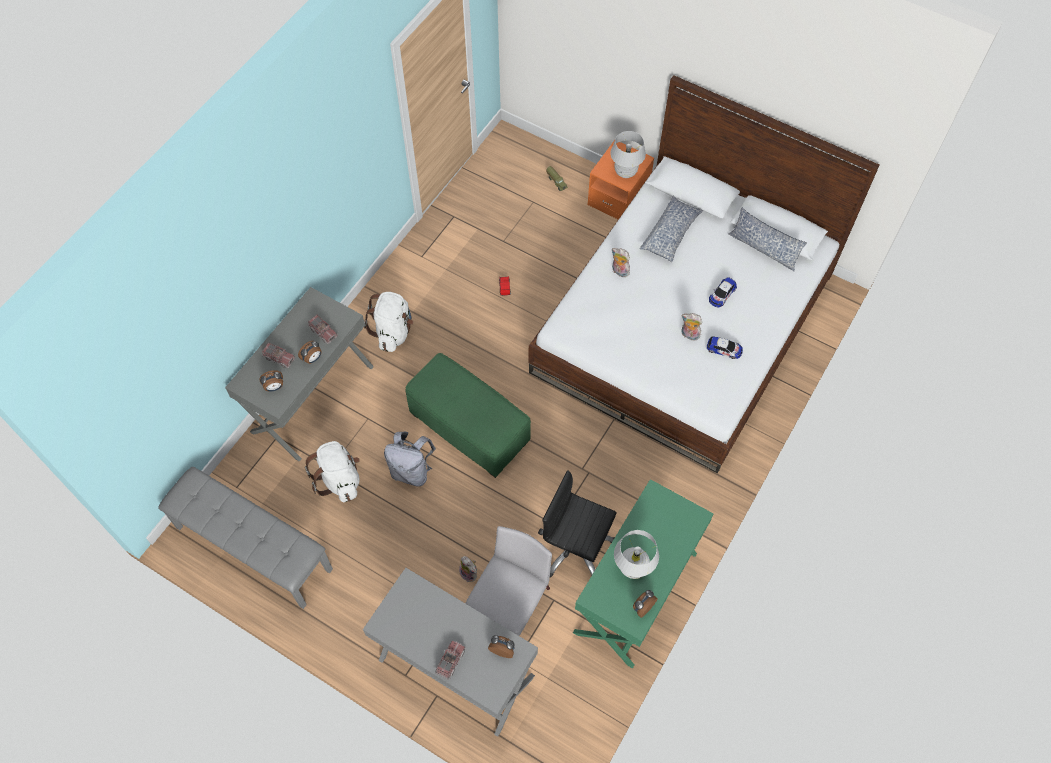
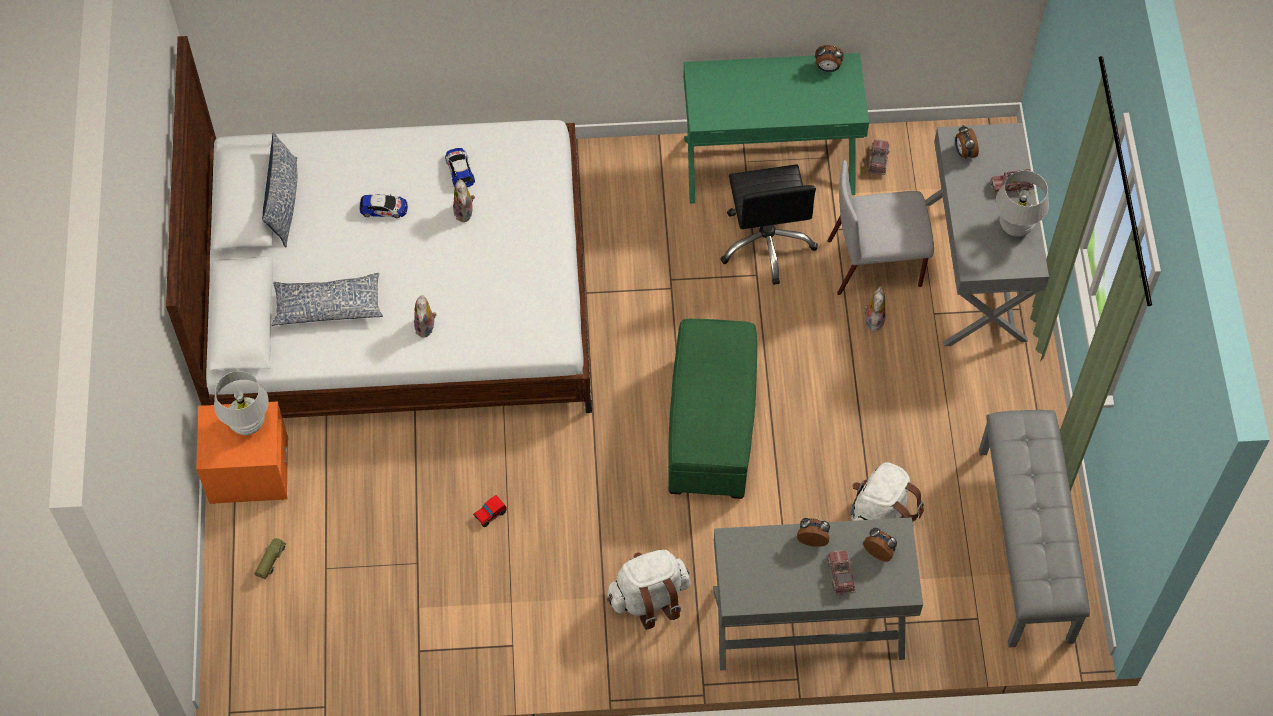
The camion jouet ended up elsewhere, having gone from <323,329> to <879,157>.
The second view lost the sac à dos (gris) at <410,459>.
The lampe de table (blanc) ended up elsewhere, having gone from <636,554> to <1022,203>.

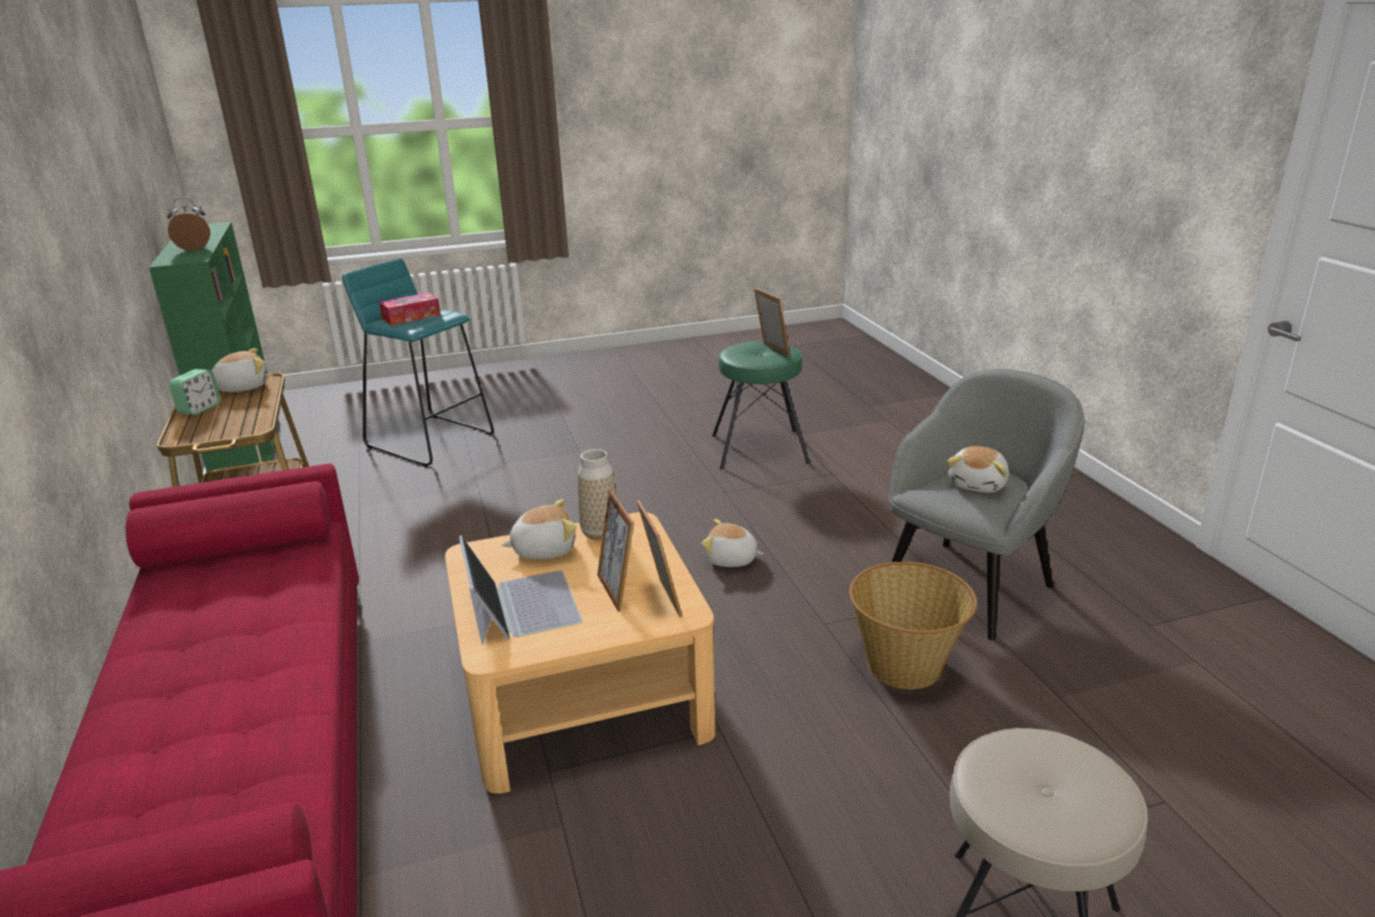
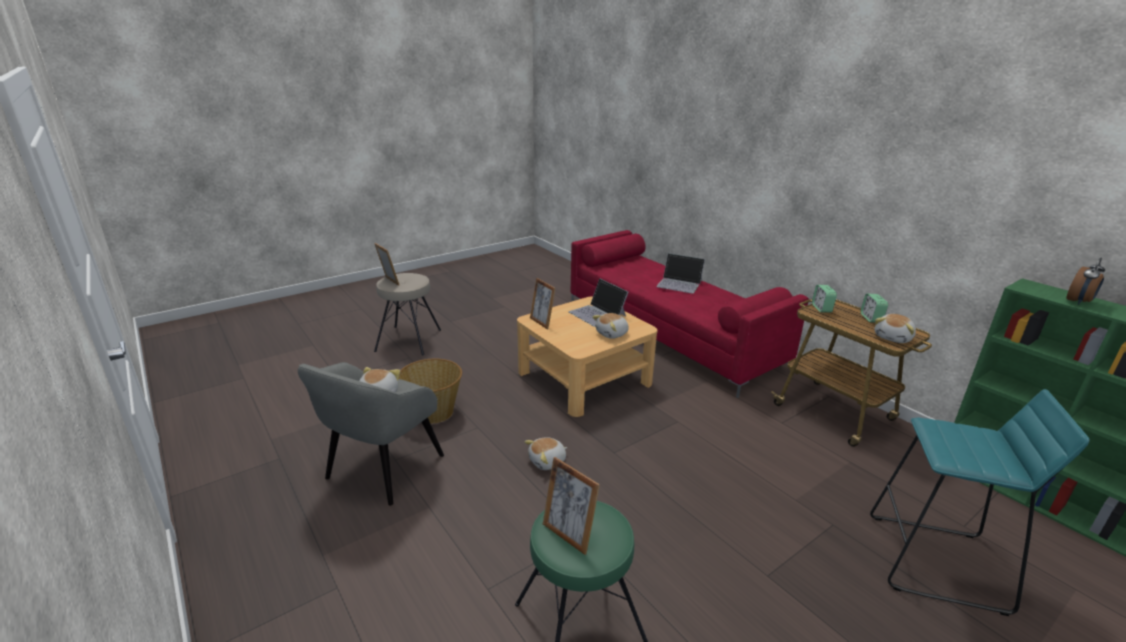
The second view lost the boîte à mouchoirs at <410,309>.
The second view lost the vase at <597,494>.
The cadre photo ended up elsewhere, having gone from <615,551> to <386,264>.
The peluche at <732,543> ended up facing another way, 150 degrees clockwise from before.
The second view gained the ordinateur portable at <680,273>.
The second view gained the réveil at <824,299>.

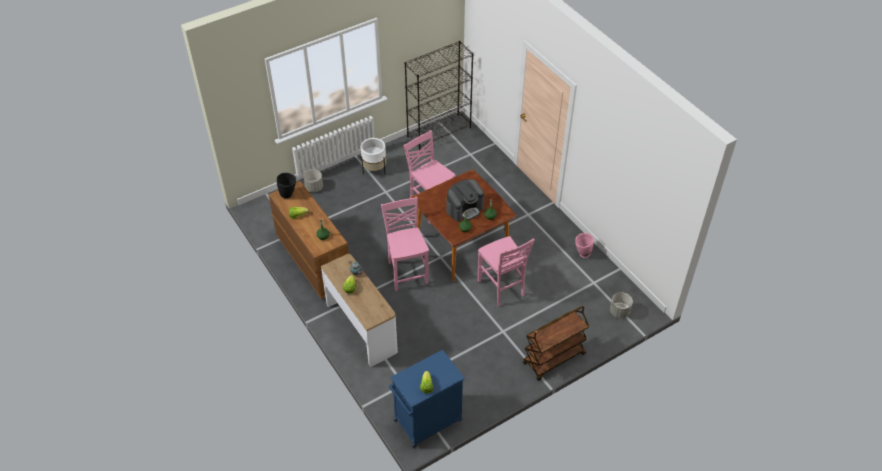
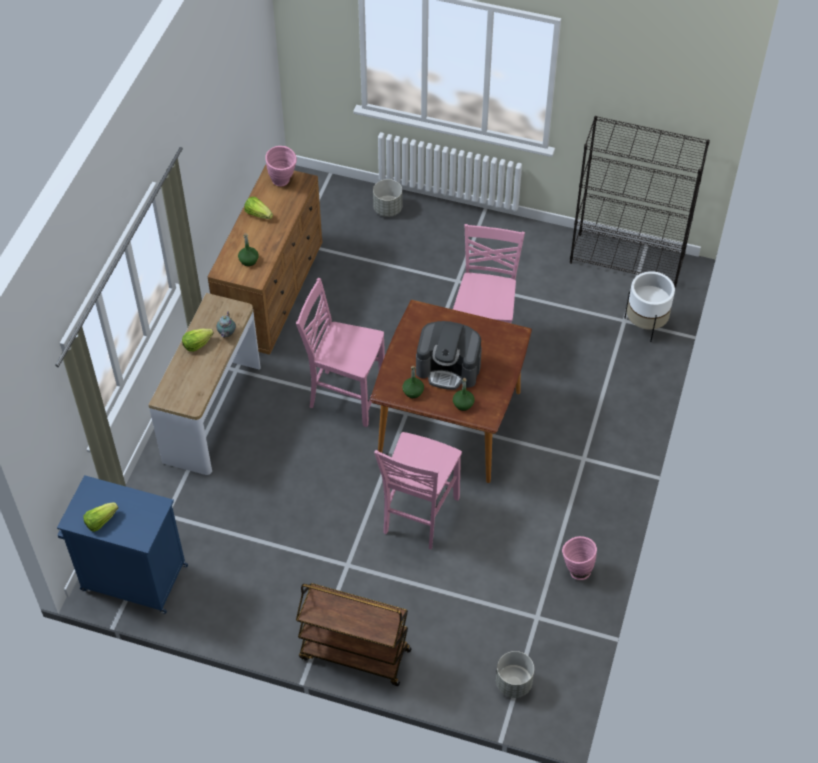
The cache-pot (blanc) ended up elsewhere, having gone from <373,156> to <649,306>.
What was the vase (noir) at <286,186> turned into the vase (rose) at <281,166>.
The chaise (rose) at <405,244> ended up facing another way, 105 degrees counterclockwise from before.

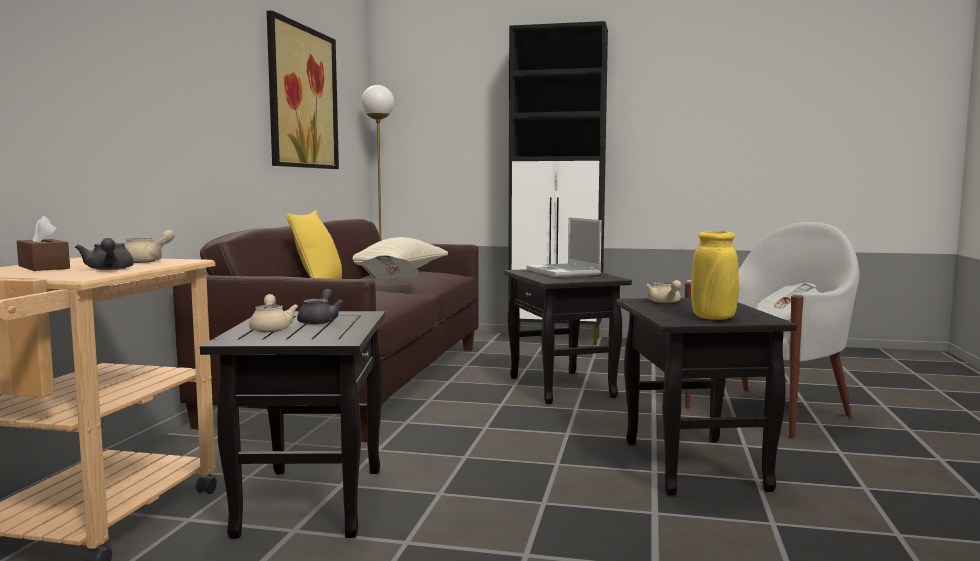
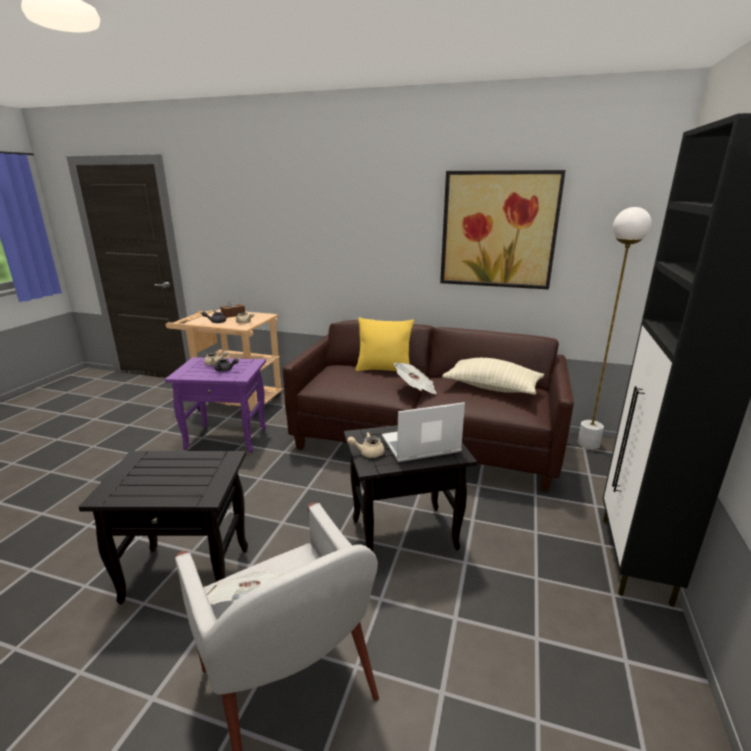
The second view lost the vase (jaune) at <715,275>.
The théière (beige) ended up elsewhere, having gone from <663,291> to <365,445>.
What was the table d'appoint (noir) at <293,425> turned into the table d'appoint (violet) at <215,405>.

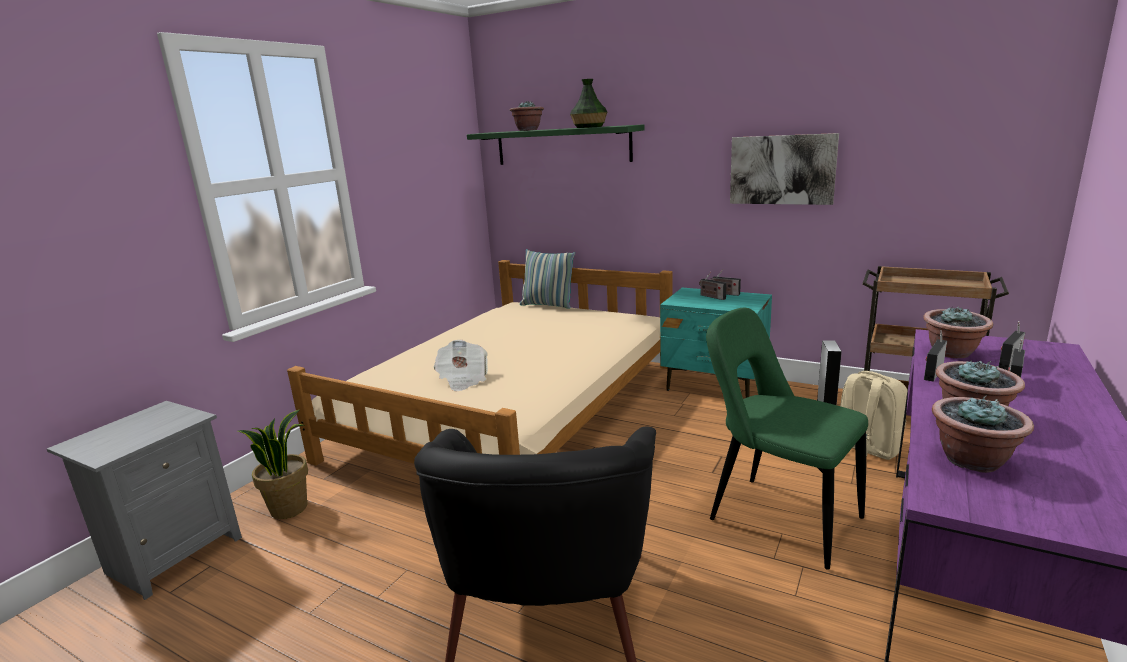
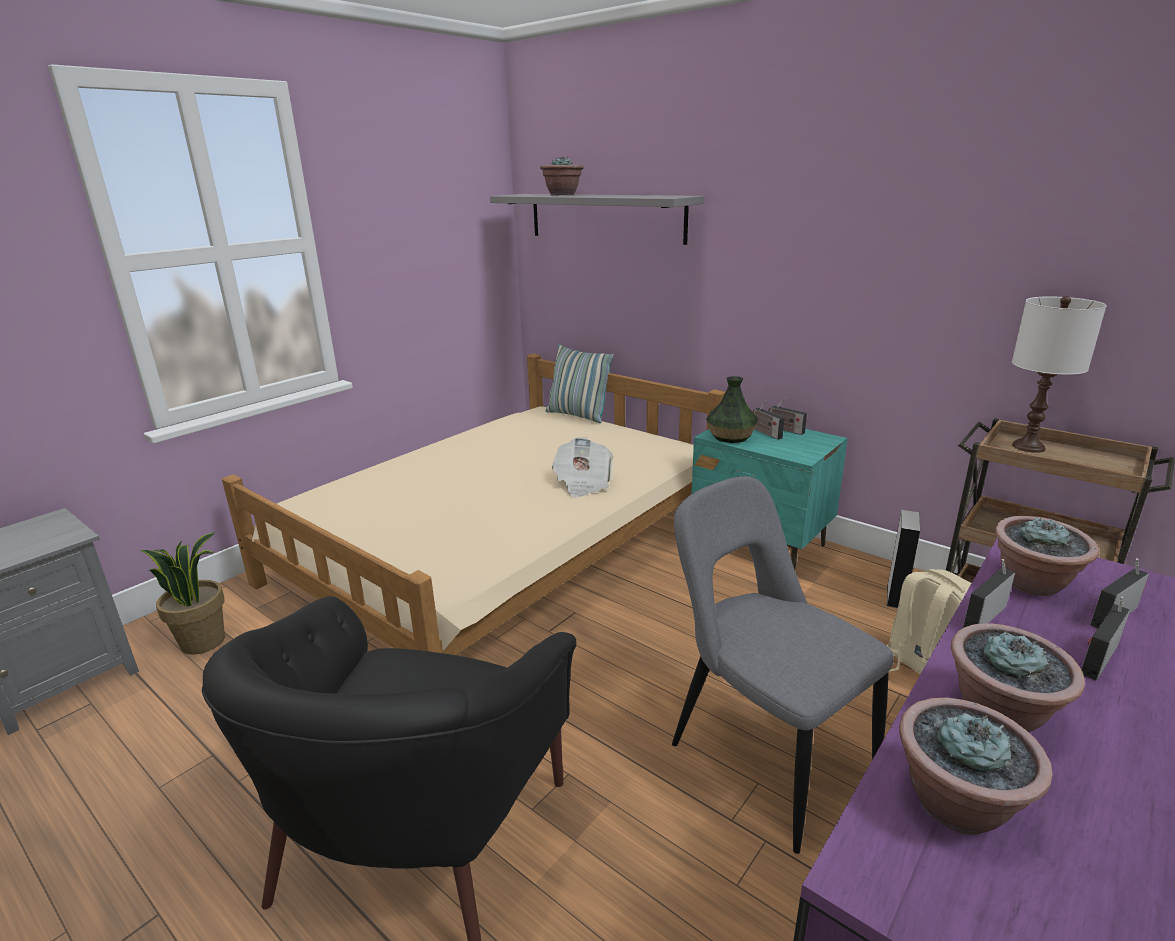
The vase ended up elsewhere, having gone from <589,103> to <732,409>.
What was the étagère (vert) at <555,144> turned into the étagère (gris) at <597,219>.
The second view lost the tableau at <784,169>.
What was the chaise (vert) at <787,439> turned into the chaise (gris) at <783,665>.
The journal ended up elsewhere, having gone from <461,365> to <582,467>.
The second view gained the lampe de table (blanc) at <1059,374>.

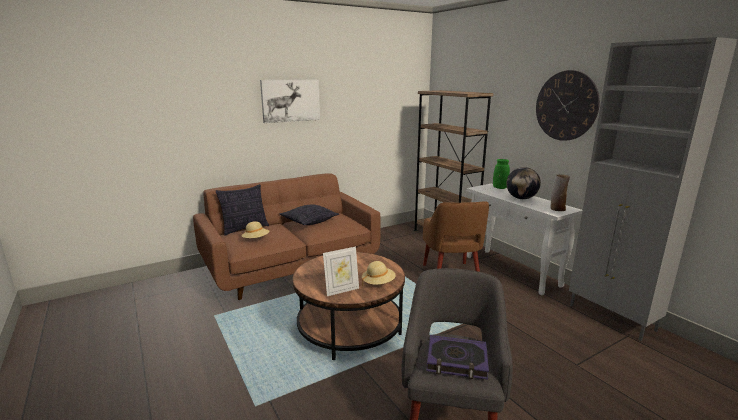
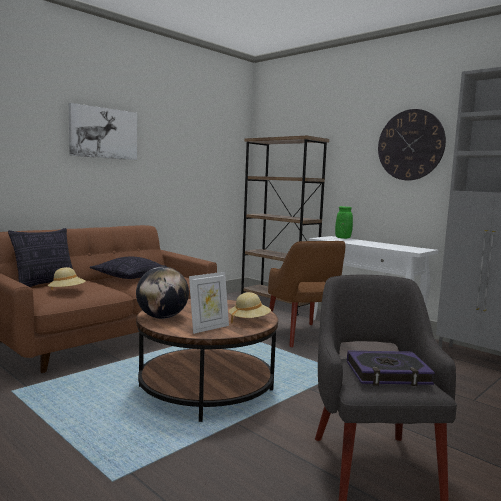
The globe ended up elsewhere, having gone from <523,183> to <162,293>.
The second view lost the vase at <560,192>.

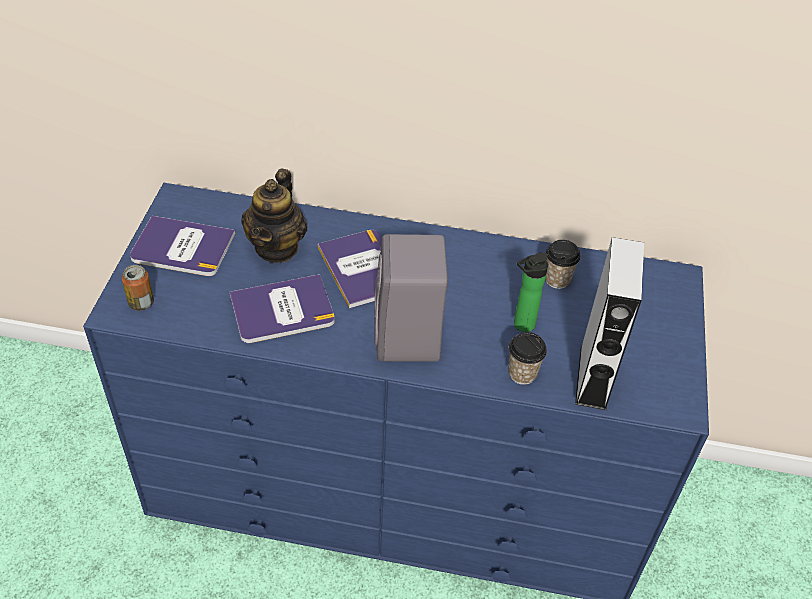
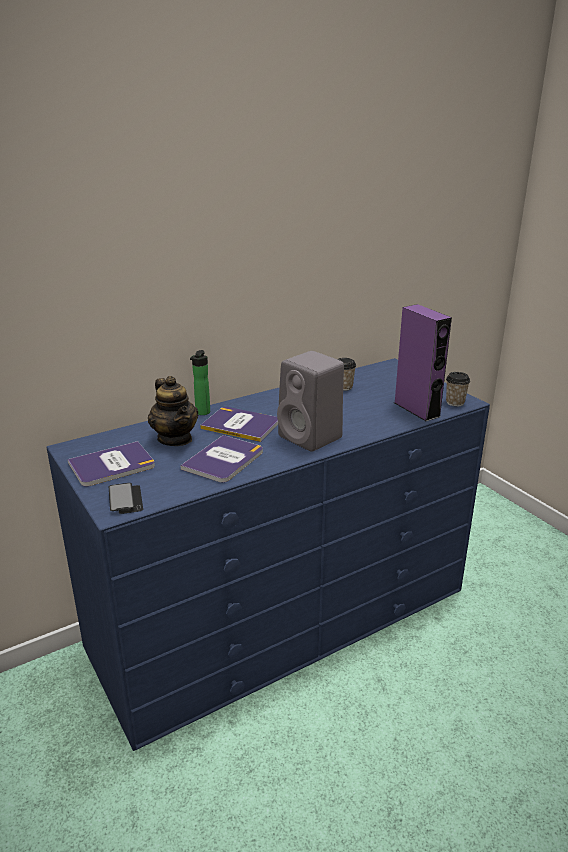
What was the enceinte (gris) at <609,323> turned into the enceinte (violet) at <423,362>.
The bouteille ended up elsewhere, having gone from <531,292> to <200,382>.
Where the boîte métallique stood at <138,288>, the téléphone came to stand at <126,498>.
The tasse ended up elsewhere, having gone from <527,358> to <458,389>.

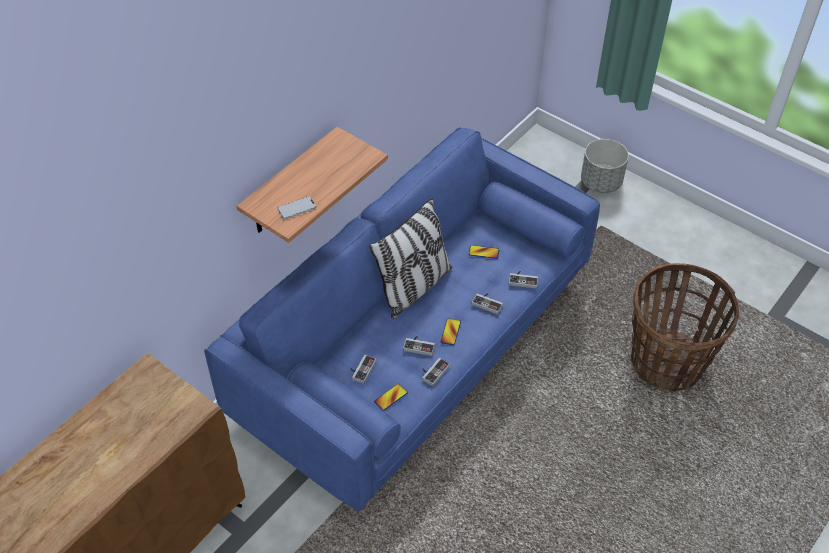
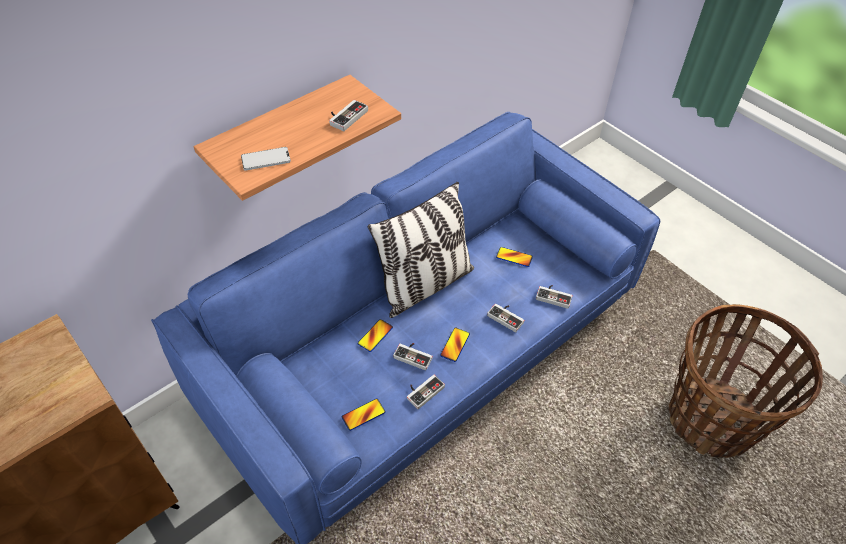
The second view lost the cache-pot (gris) at <605,166>.
The manette ended up elsewhere, having gone from <363,369> to <348,115>.
The second view gained the téléphone at <375,335>.

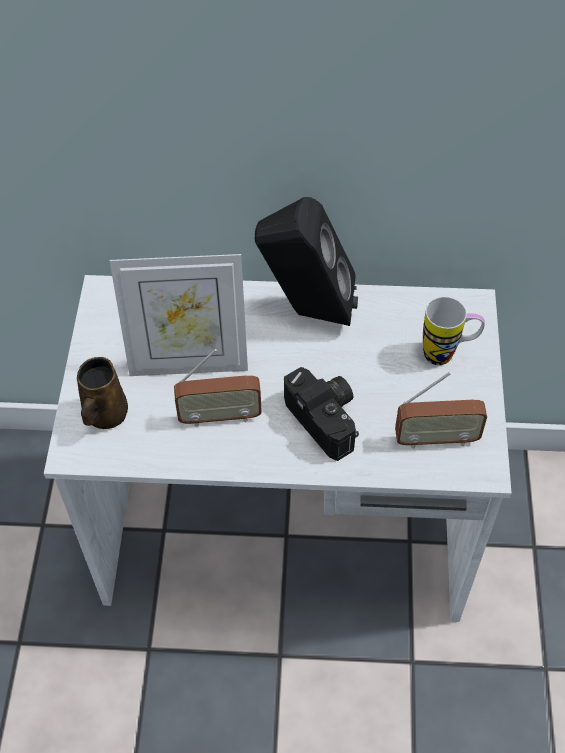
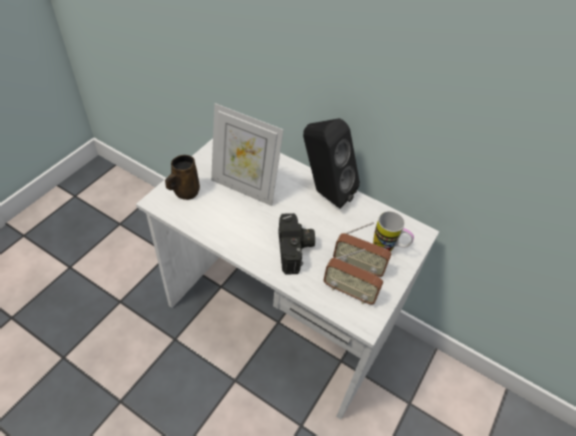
The radio ended up elsewhere, having gone from <218,388> to <362,249>.

